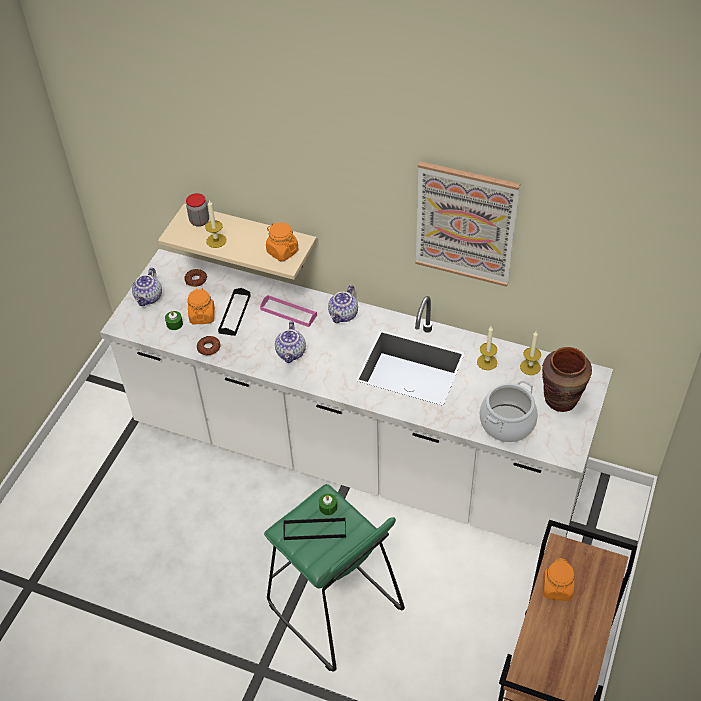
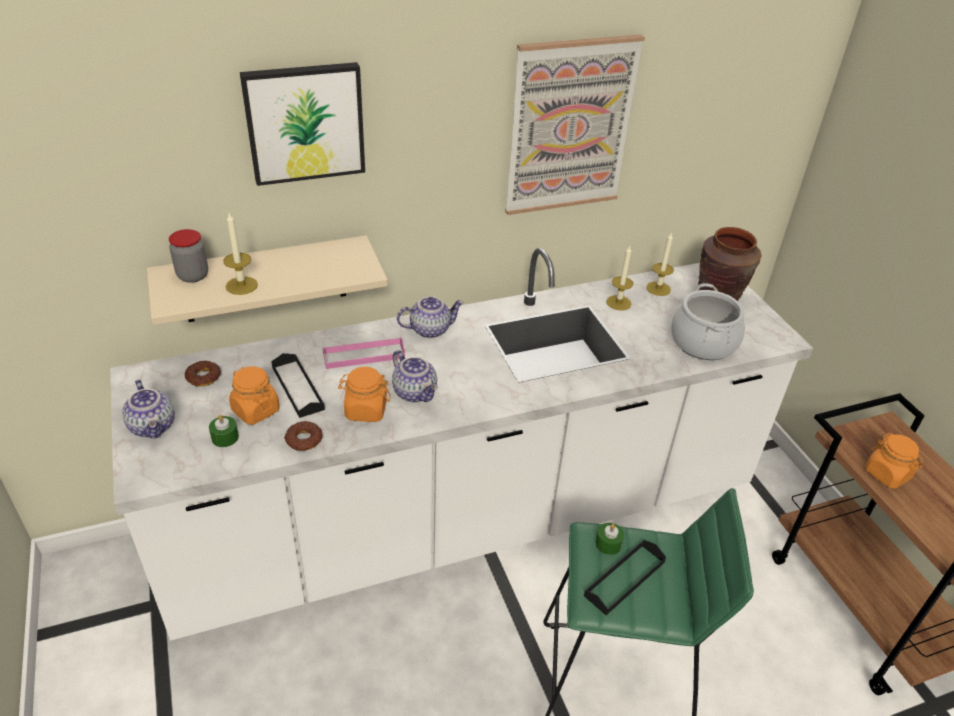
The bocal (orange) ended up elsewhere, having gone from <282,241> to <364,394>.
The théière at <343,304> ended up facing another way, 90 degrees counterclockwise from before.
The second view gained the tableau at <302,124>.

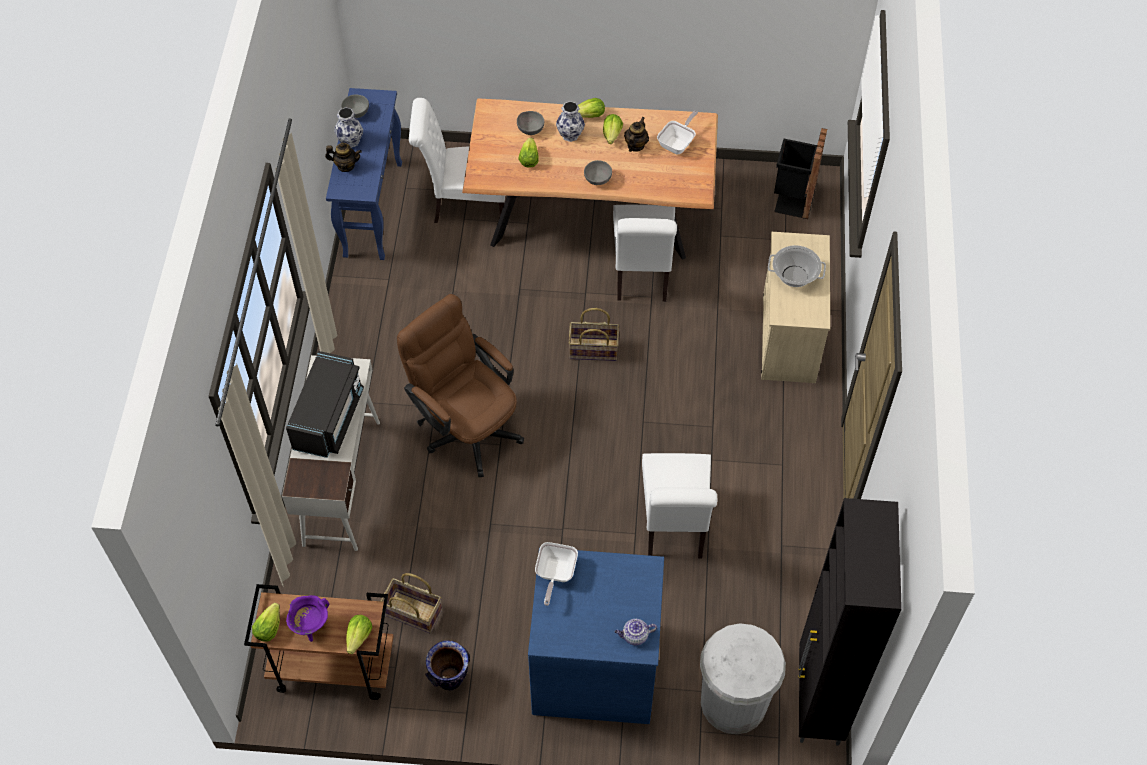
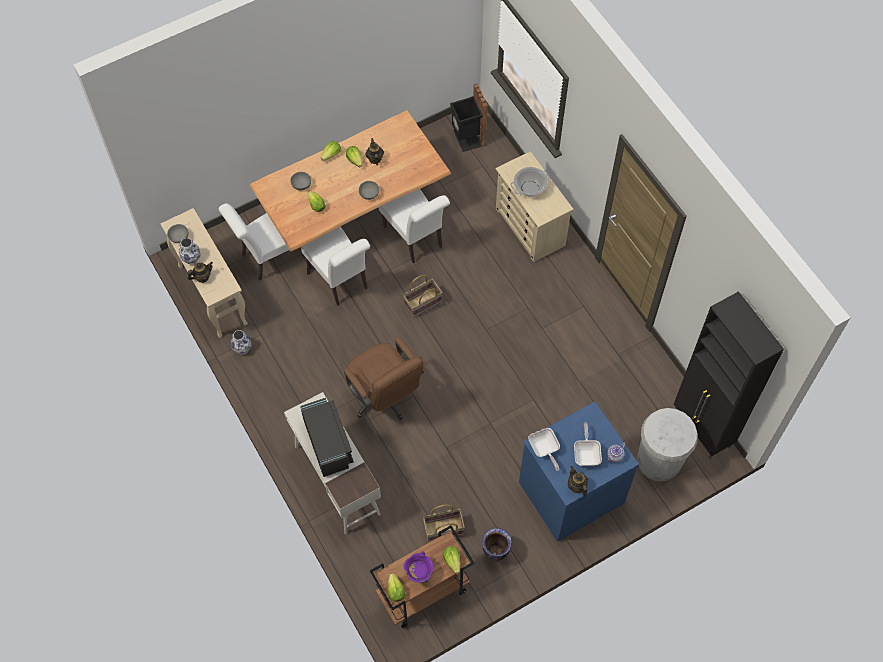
What was the table console (bleu) at <364,174> turned into the table console (beige) at <204,273>.
The vase ended up elsewhere, having gone from <570,121> to <241,342>.
The poêle ended up elsewhere, having gone from <677,132> to <588,444>.
The chaise de bureau (marron) at <460,385> ended up facing another way, 135 degrees counterclockwise from before.
The chaise (blanc) ended up elsewhere, having gone from <679,505> to <335,266>.
The second view gained the théière at <578,481>.

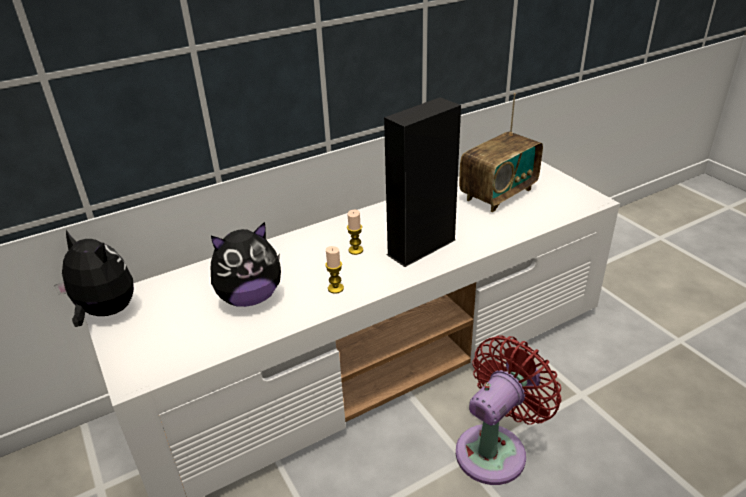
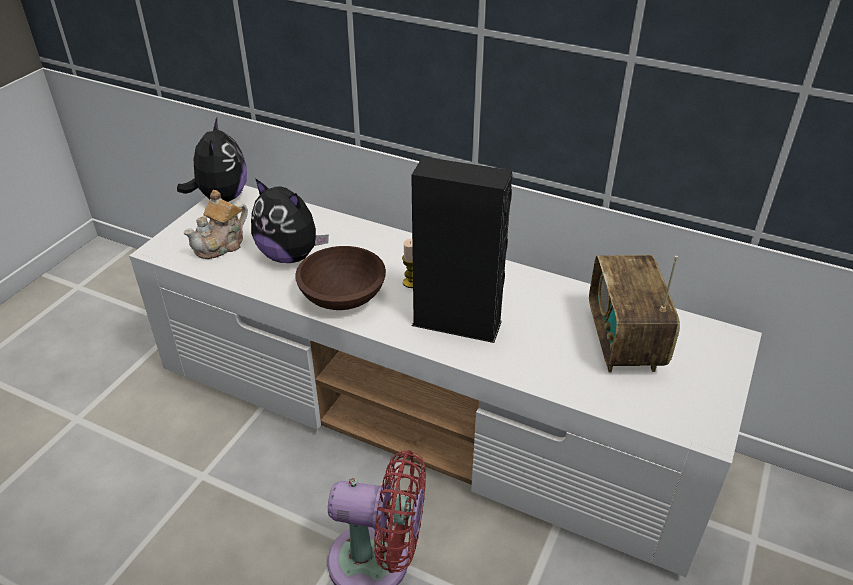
The radio at <501,152> ended up facing another way, 75 degrees clockwise from before.
Where the bougie stood at <334,270>, the bol (marron) came to stand at <340,278>.
The second view gained the théière at <215,224>.

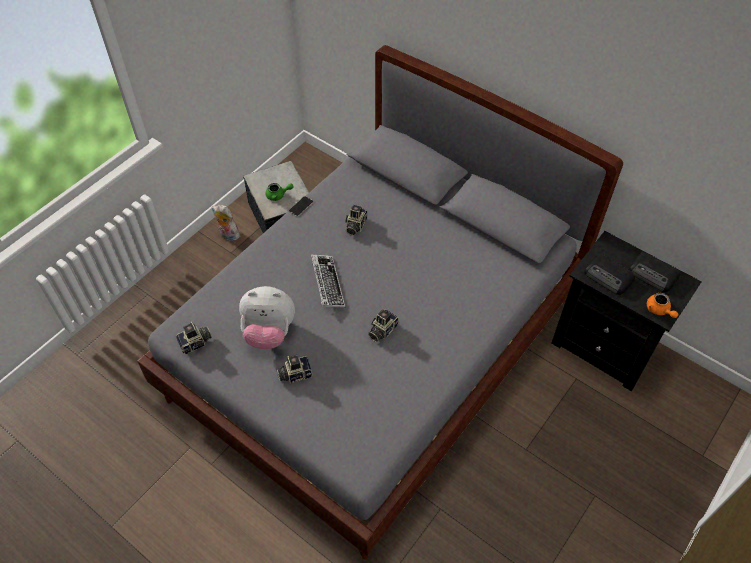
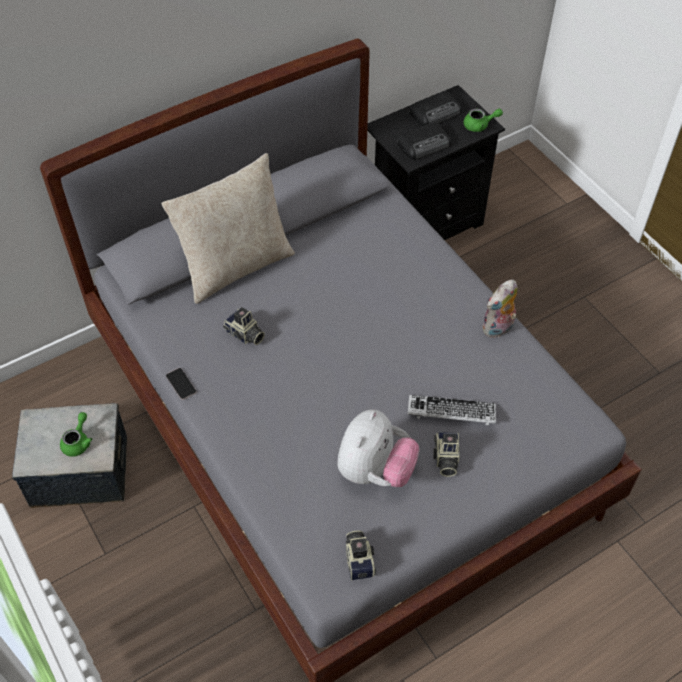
The peluche ended up elsewhere, having gone from <226,223> to <499,309>.
The clavier ended up elsewhere, having gone from <328,281> to <451,410>.
What was the théière (orange) at <662,305> turned into the théière (vert) at <483,120>.
The second view lost the appareil photo at <383,325>.
The second view gained the coussin (beige) at <228,228>.

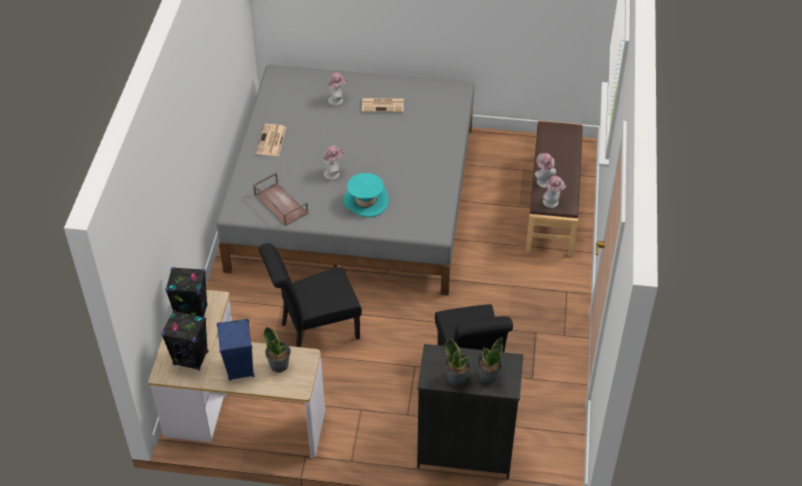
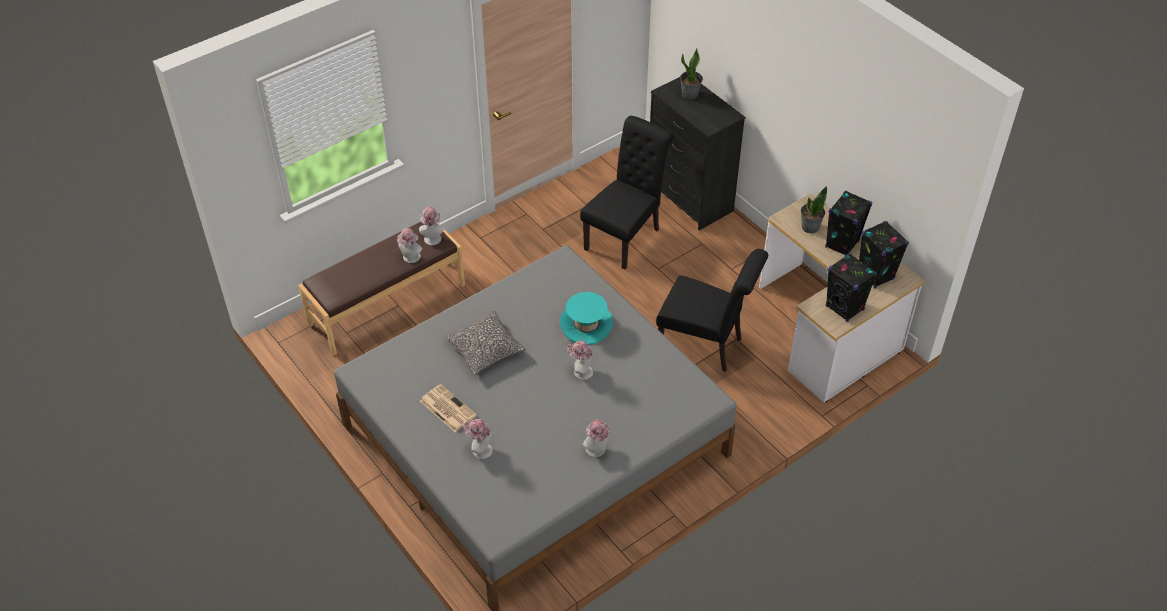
Where the journal stood at <271,140>, the chapeau came to stand at <596,438>.
The second view lost the plateau (marron) at <280,199>.
What was the enceinte (bleu) at <235,349> turned into the enceinte (noir) at <848,223>.
The second view lost the plante en pot at <458,362>.
The second view gained the coussin at <485,343>.

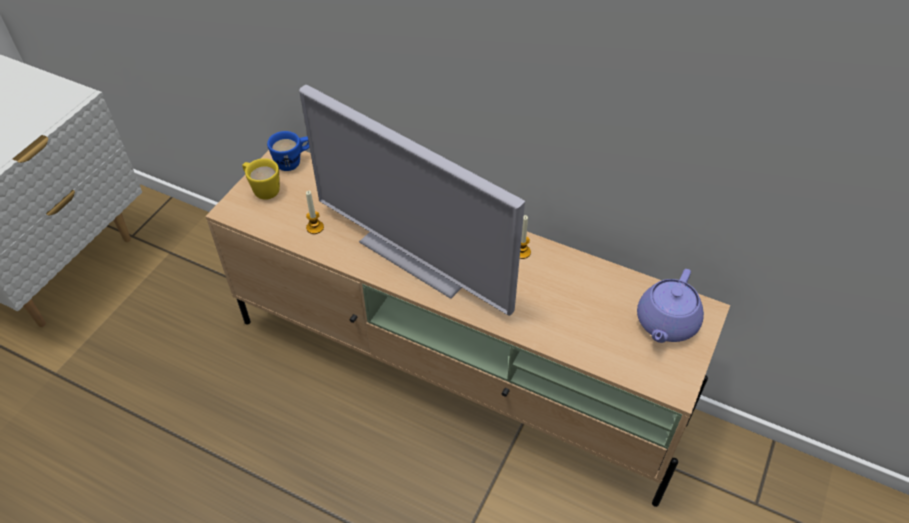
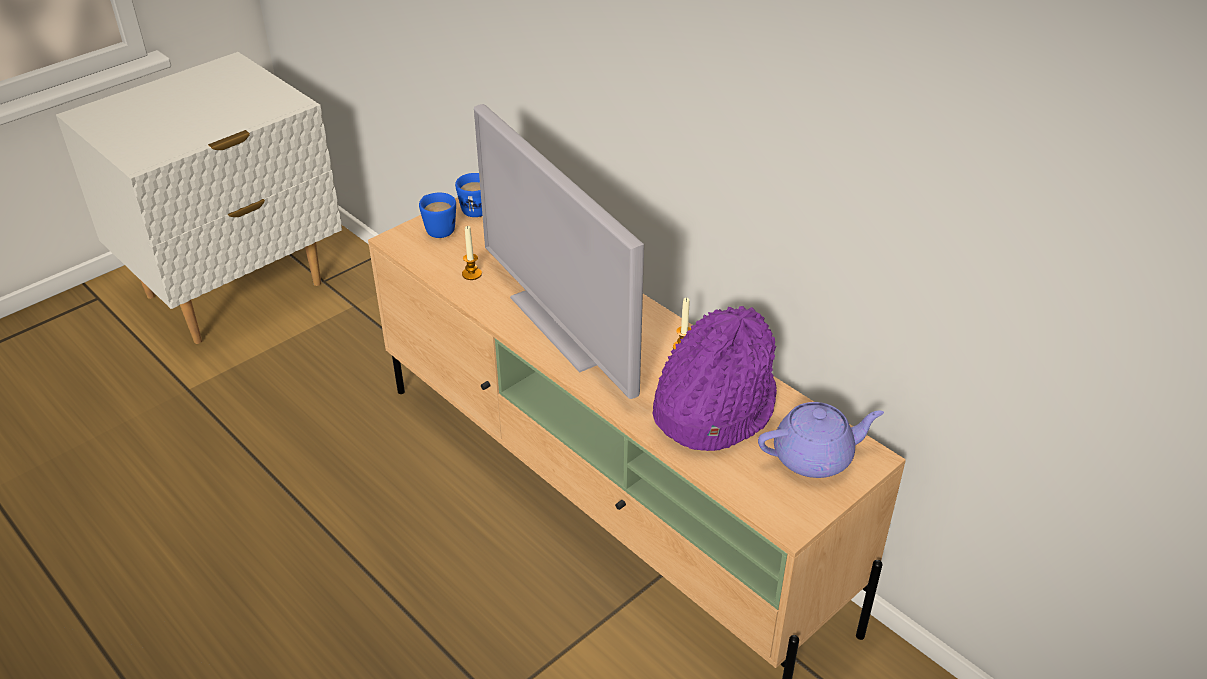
What was the mug (jaune) at <261,179> turned into the mug (bleu) at <437,215>.
The théière (violet) at <670,306> ended up facing another way, 150 degrees counterclockwise from before.
The second view gained the chapeau (violet) at <714,378>.

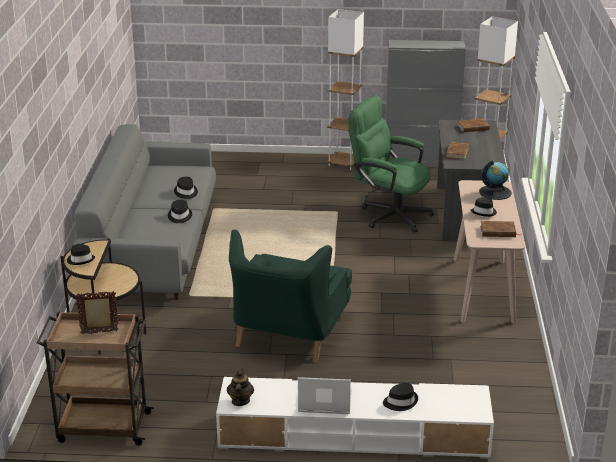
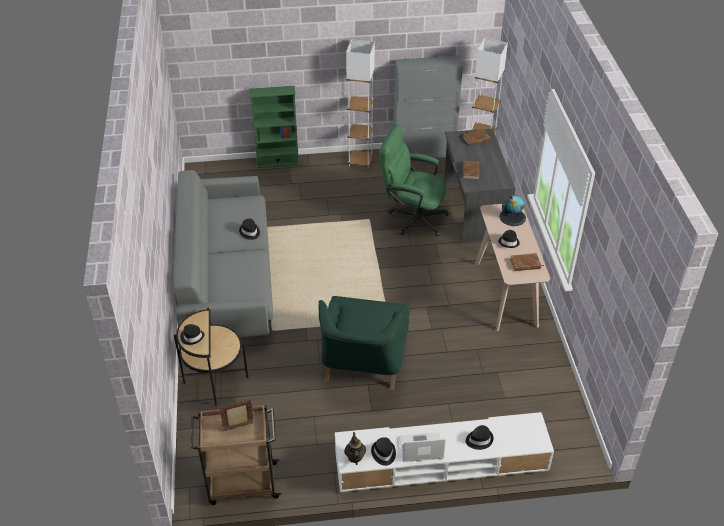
The chapeau (noir) ended up elsewhere, having gone from <180,211> to <383,451>.
The second view gained the bibliothèque (vert) at <275,127>.

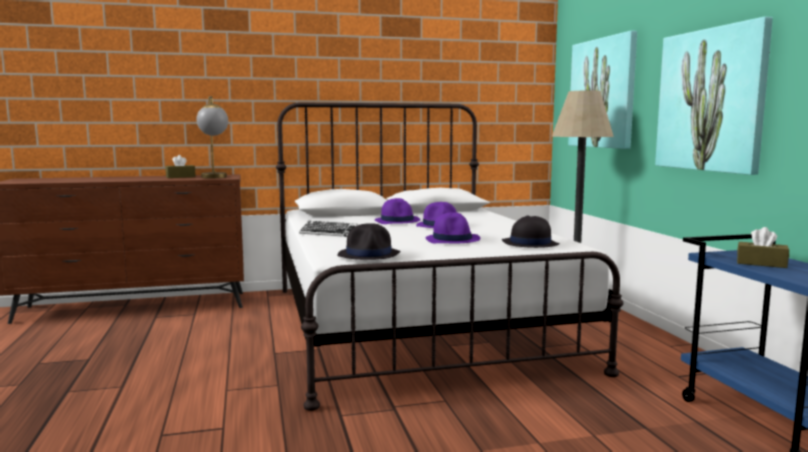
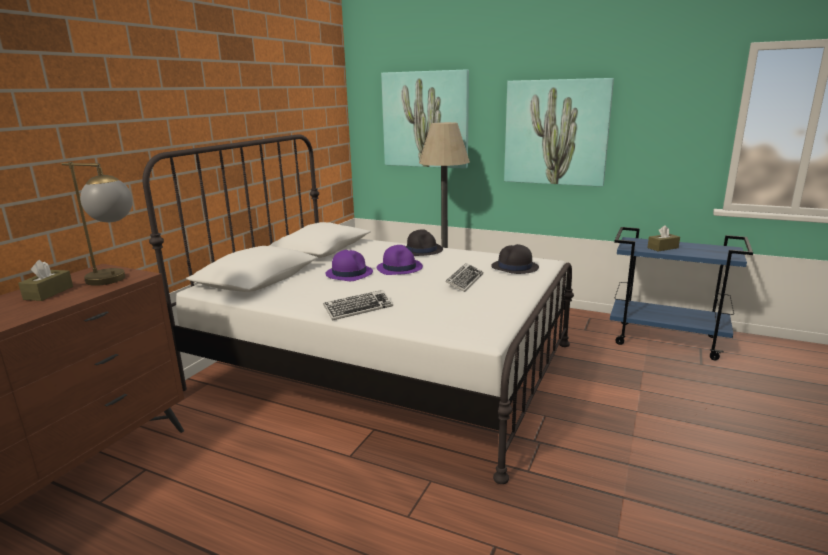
Where the chapeau (violet) stood at <453,227>, the clavier came to stand at <464,277>.
The chapeau (noir) ended up elsewhere, having gone from <368,241> to <424,242>.

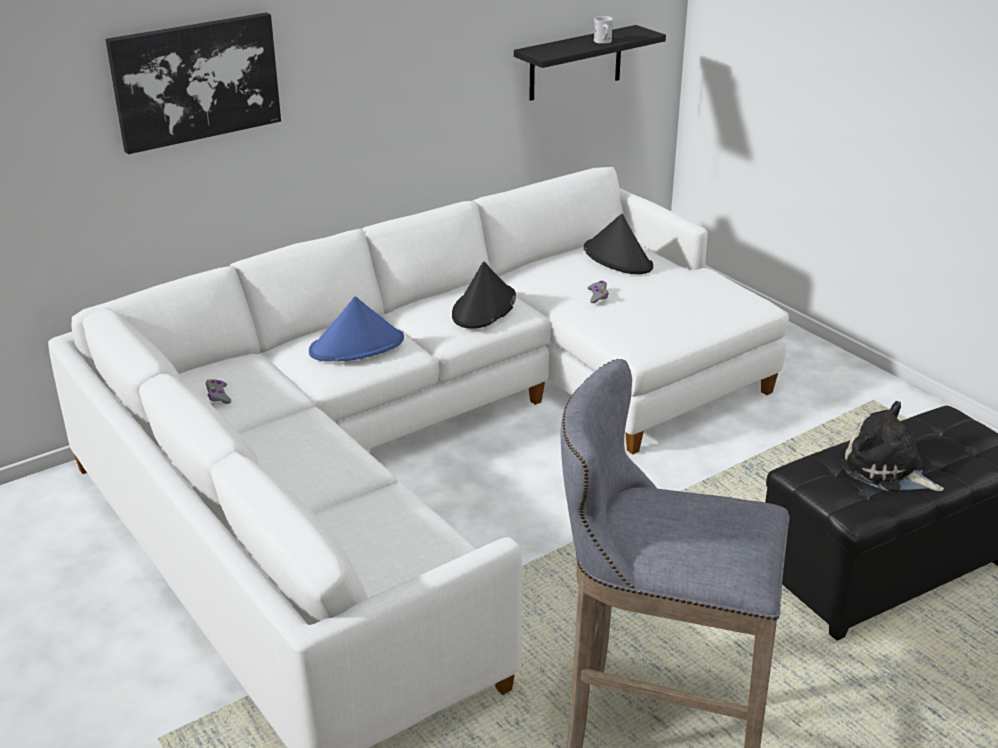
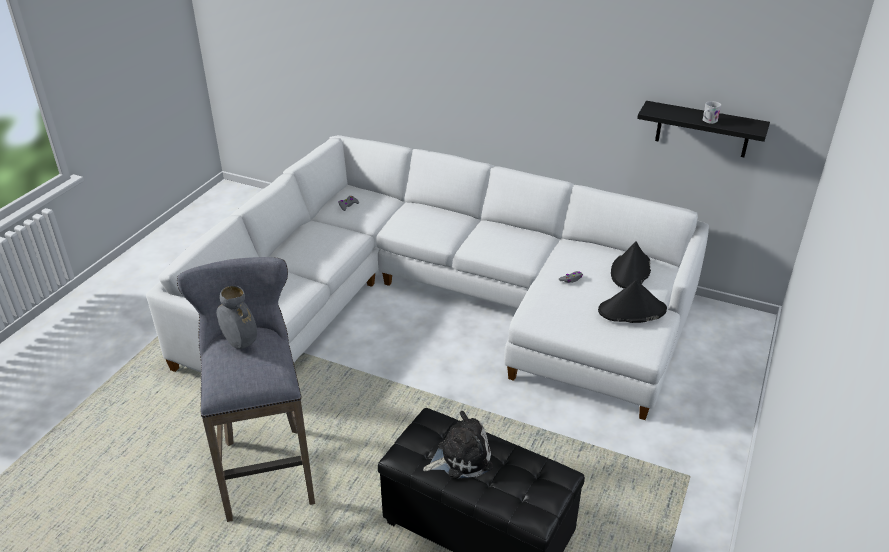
The second view lost the tableau at <193,83>.
The chapeau (noir) ended up elsewhere, having gone from <484,295> to <632,301>.
The second view lost the chapeau (bleu) at <356,329>.
The peluche at <892,446> ended up facing another way, 60 degrees clockwise from before.
The second view gained the vase (gris) at <236,317>.

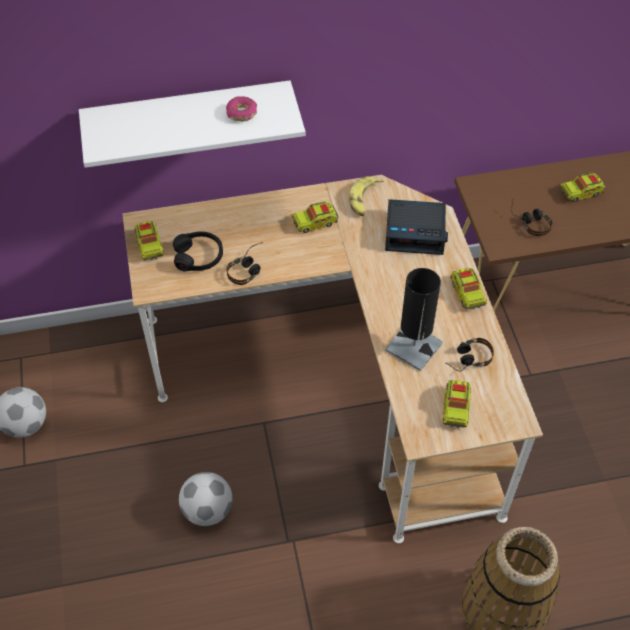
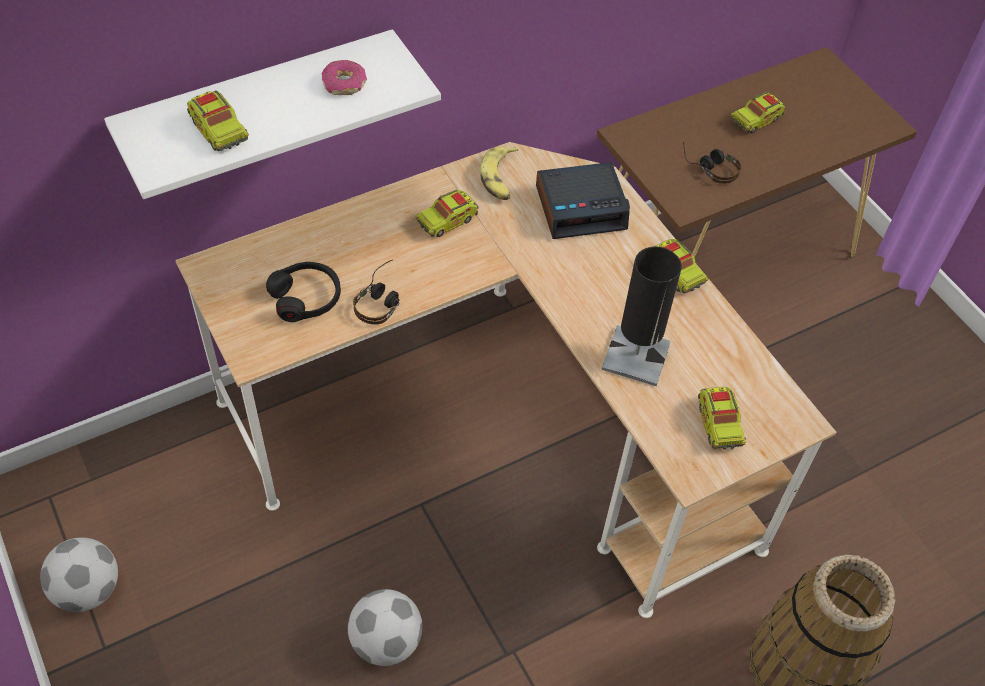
The camion jouet ended up elsewhere, having gone from <149,241> to <218,121>.
The second view lost the casque audio at <470,355>.

